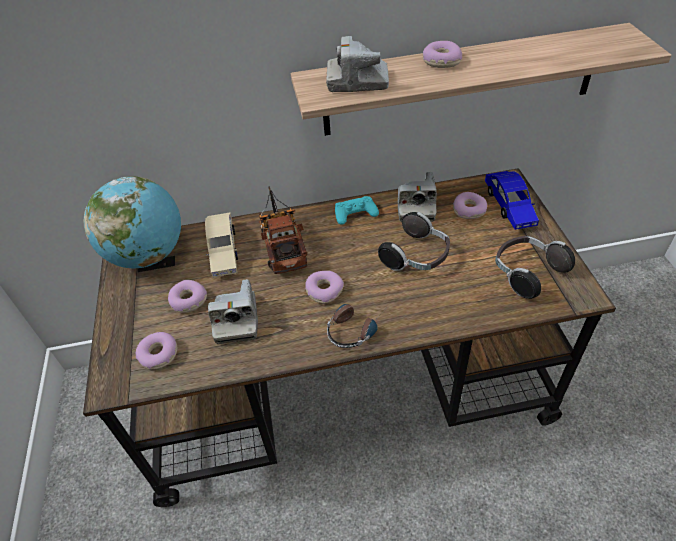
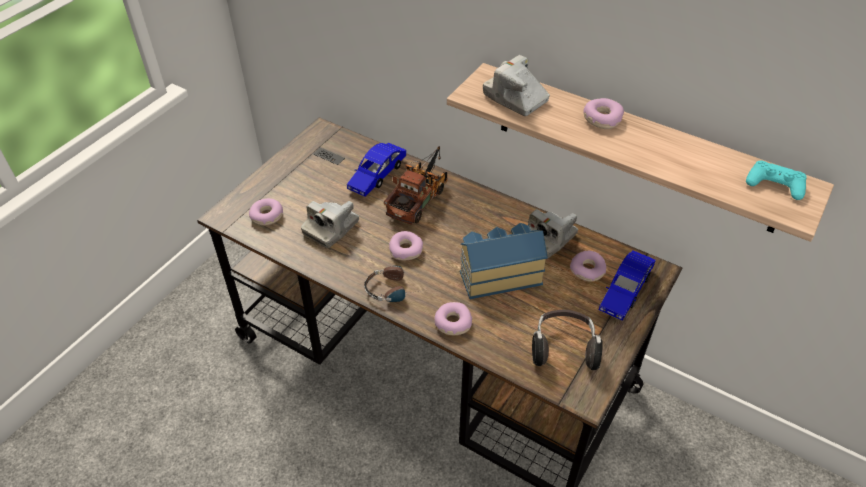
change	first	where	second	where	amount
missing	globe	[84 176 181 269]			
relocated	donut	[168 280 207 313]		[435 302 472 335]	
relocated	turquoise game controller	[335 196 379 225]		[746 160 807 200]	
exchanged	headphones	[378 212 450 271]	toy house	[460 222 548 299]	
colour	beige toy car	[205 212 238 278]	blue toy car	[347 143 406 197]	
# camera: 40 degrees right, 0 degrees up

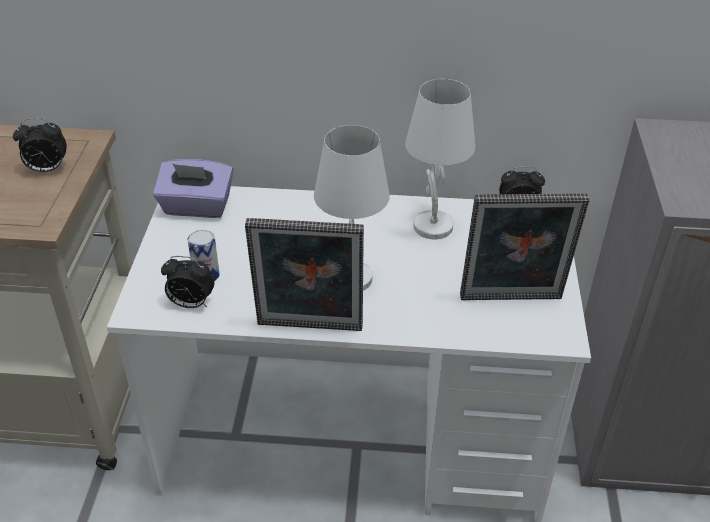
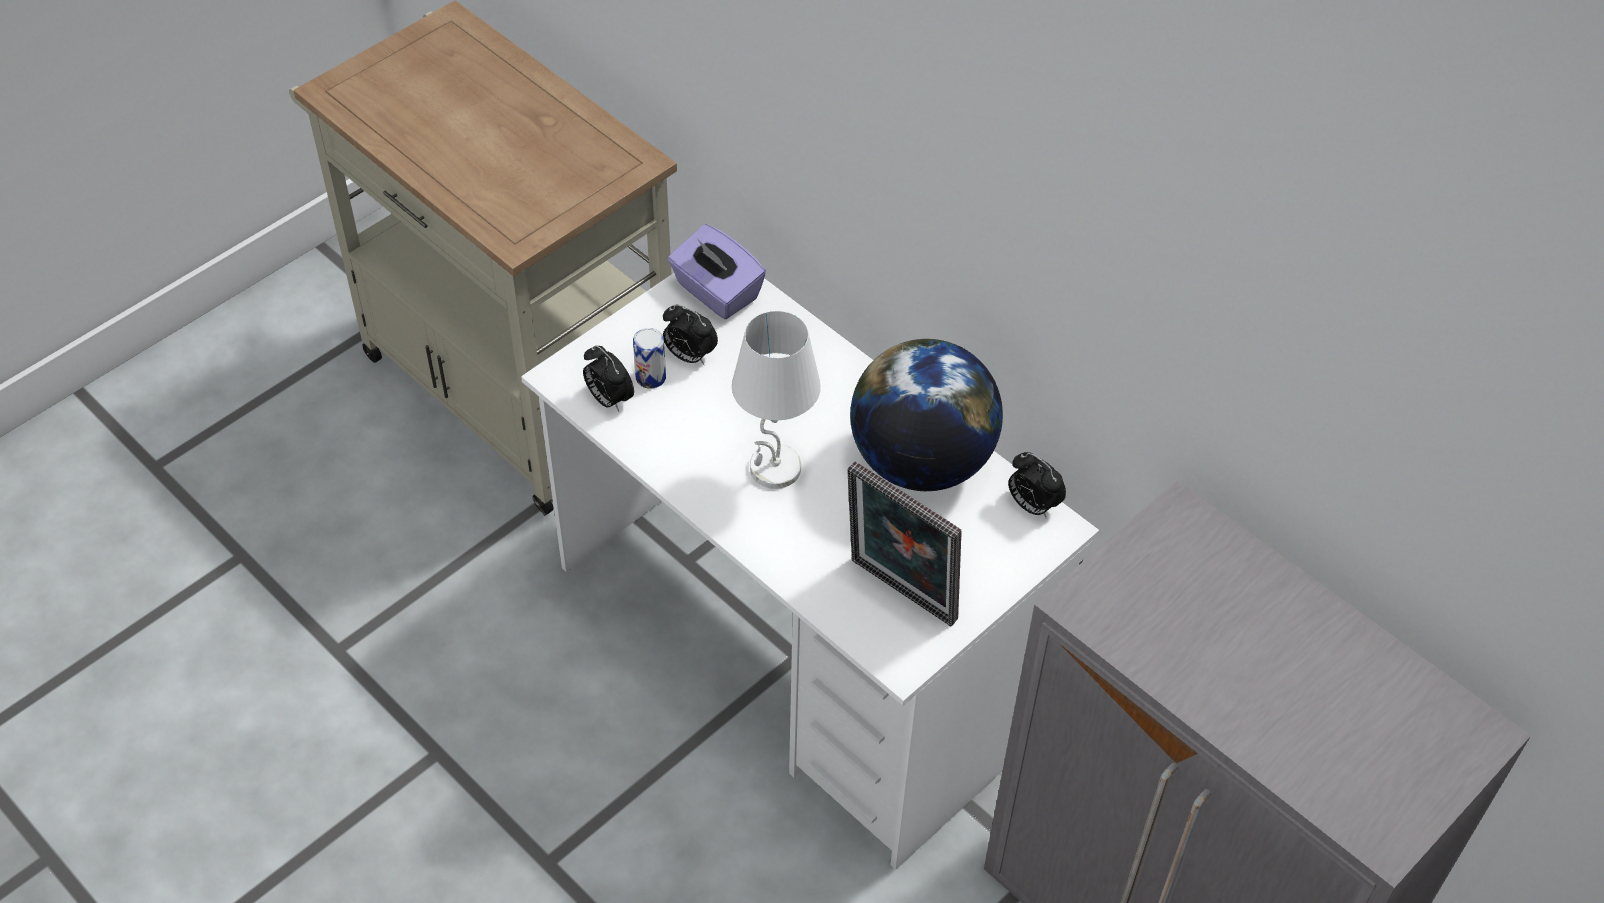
change	first	where	second	where	amount
missing	picture frame	[245 218 364 331]			
relocated	alarm clock	[13 118 67 173]		[663 304 718 365]	
exchanged	white table lamp	[405 79 476 239]	globe	[850 339 1003 491]	
# camera: 40 degrees right, 10 degrees up

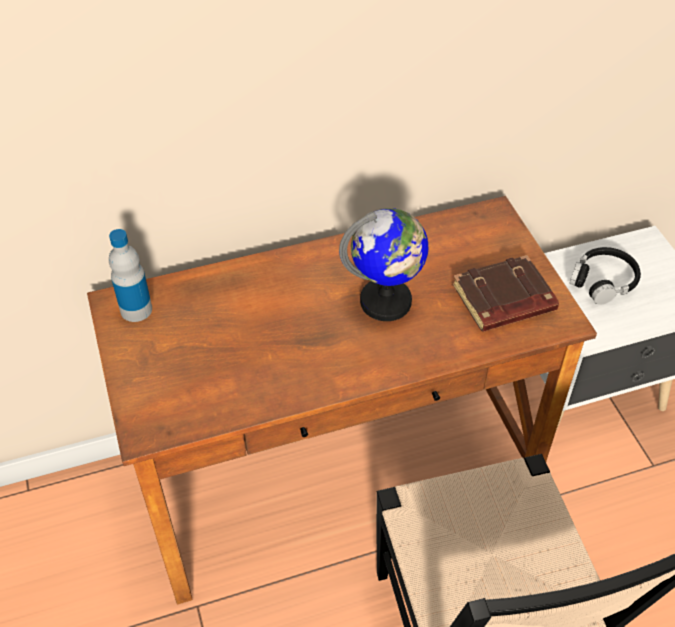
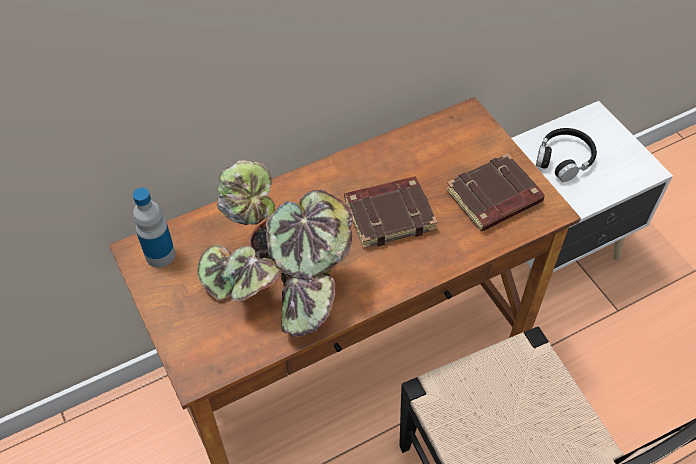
change	first	where	second	where	amount
appeared			potted plant	[197 160 353 337]	
exchanged	globe	[339 208 428 321]	brown book	[345 176 438 249]	
# camera: 10 degrees left, 5 degrees up

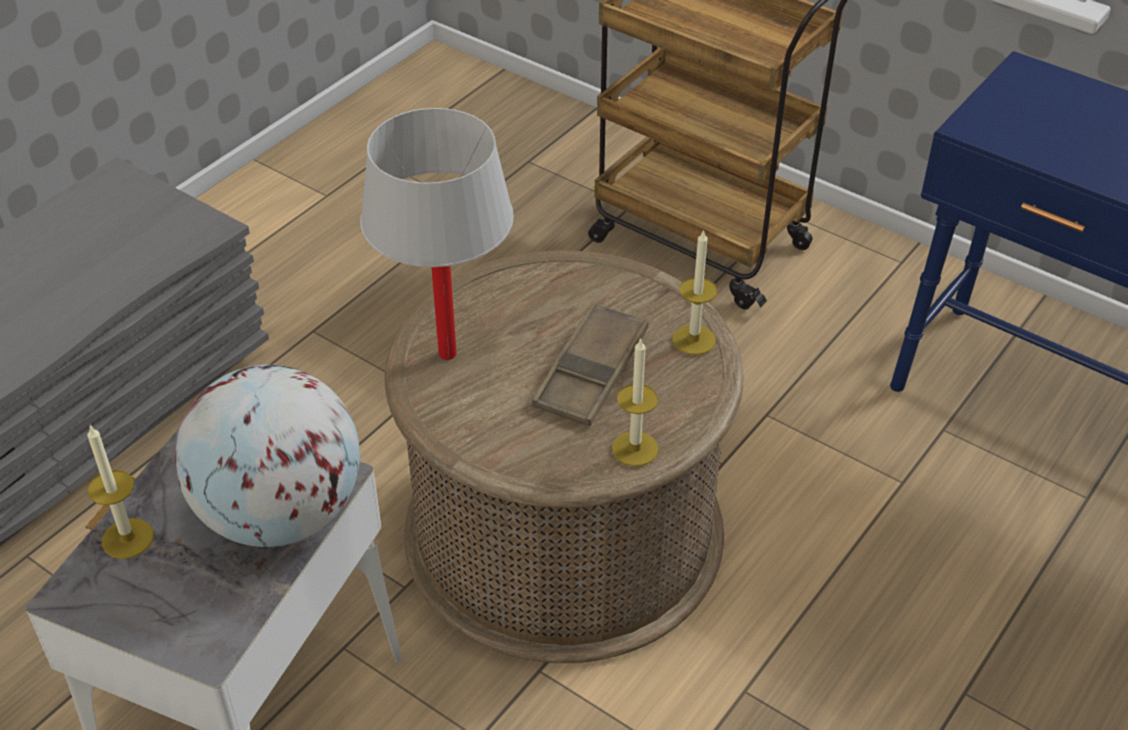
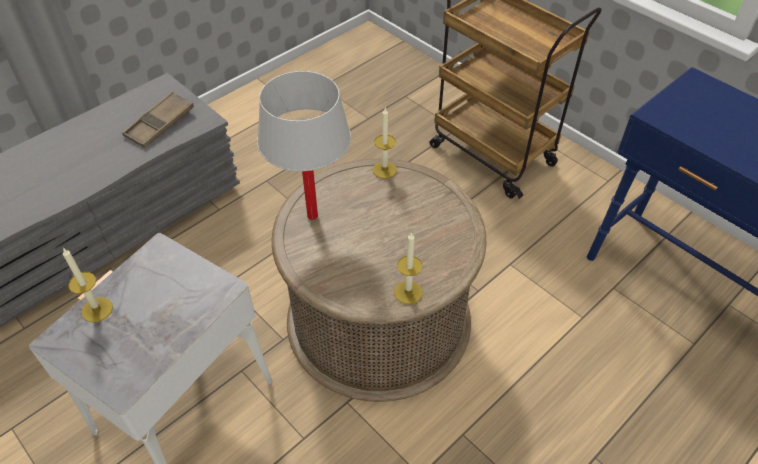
change	first	where	second	where	amount
missing	globe	[175 365 360 547]			
relocated	brown tray	[532 302 649 427]		[122 92 194 148]	
relocated	candle	[672 229 717 355]		[373 107 397 179]	
# camera: 10 degrees right, 5 degrees up

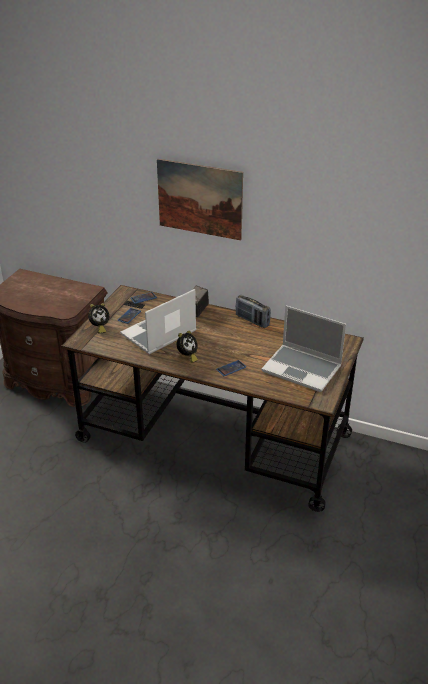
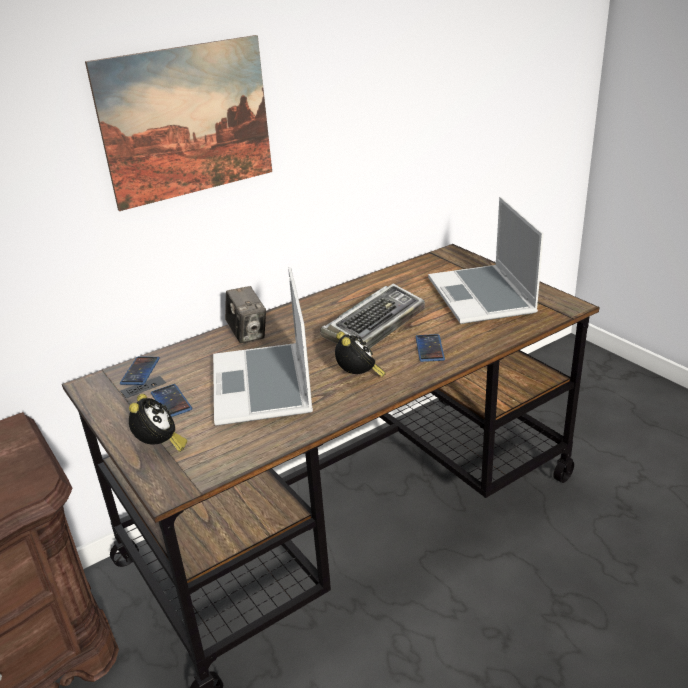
change	first	where	second	where	amount
missing	radio	[236 295 271 328]			
appeared			keyboard	[321 284 425 348]	
spun	laptop	[261 305 346 392]		[428 197 544 324]	105 degrees clockwise
# camera: 55 degrees left, 5 degrees down

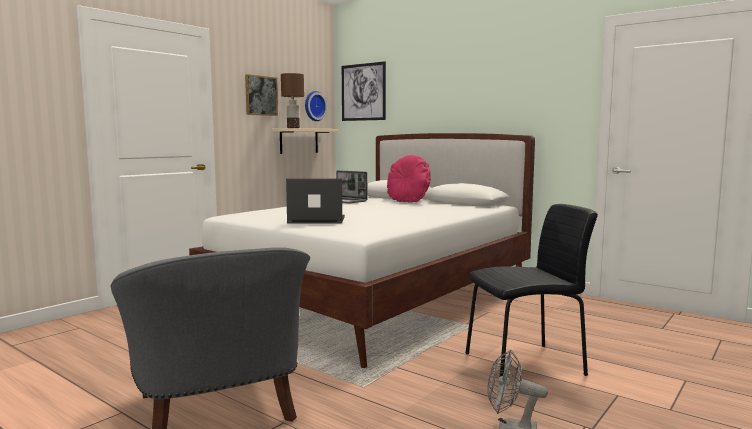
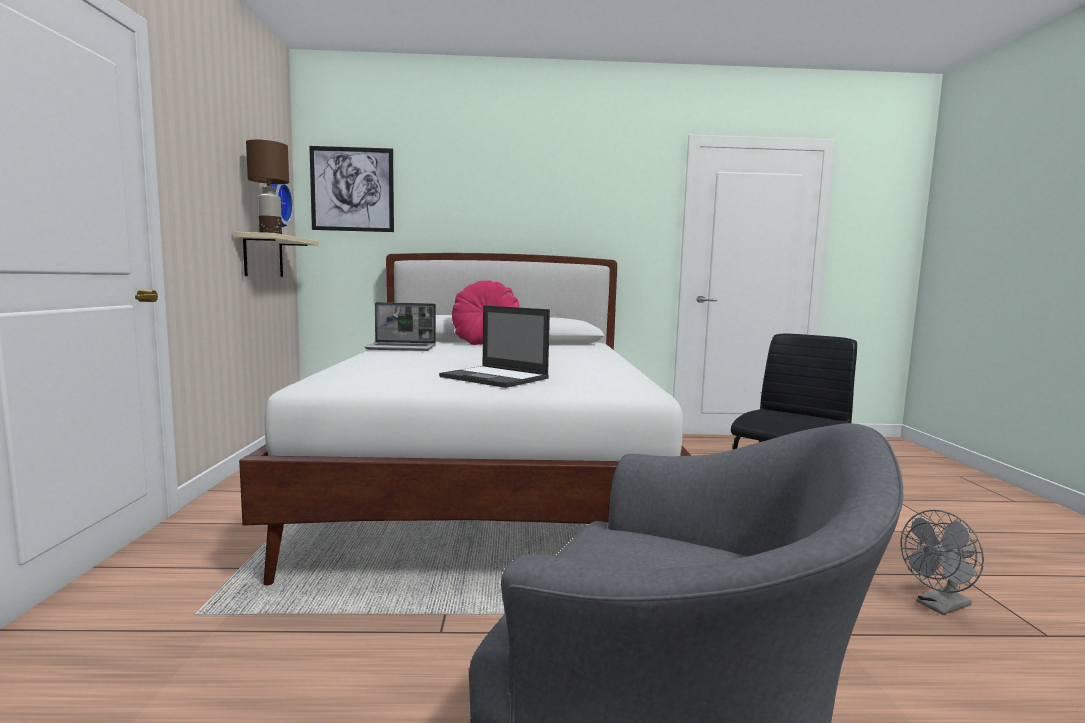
change	first	where	second	where	amount
missing	picture	[245 74 278 116]			
spun	laptop	[286 178 345 223]		[439 305 550 388]	105 degrees counterclockwise
# camera: 40 degrees left, 0 degrees up

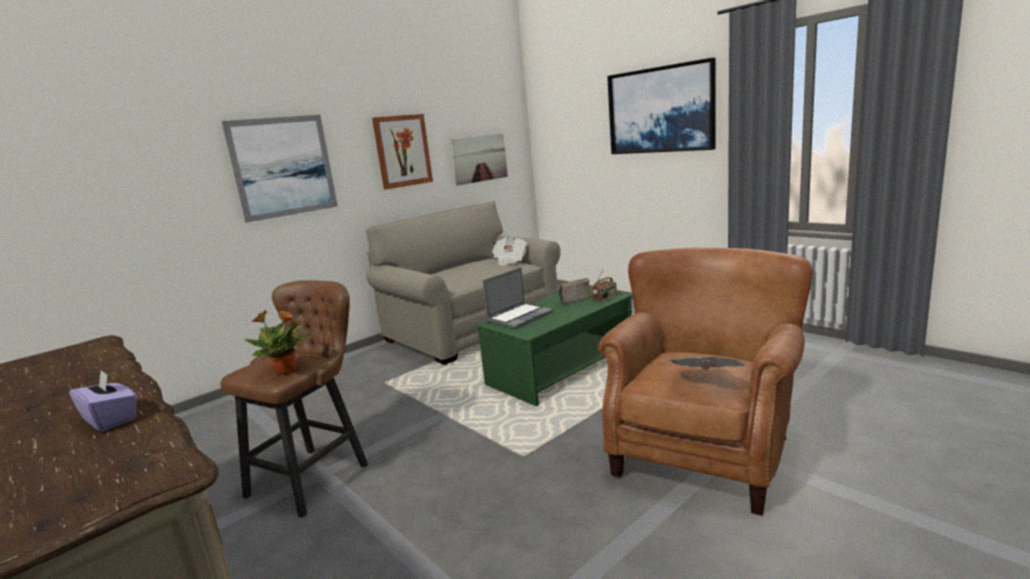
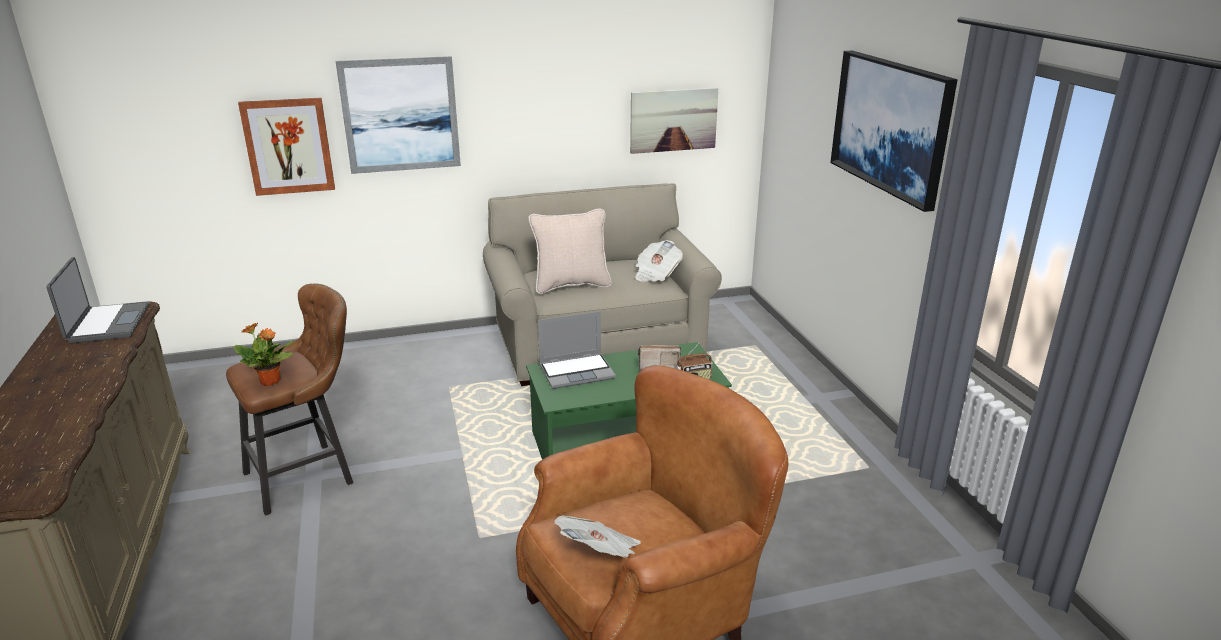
change	first	where	second	where	amount
missing	purple tissue box	[69 371 137 432]			
appeared			laptop	[46 257 149 343]	
appeared			beige pillow	[528 209 612 294]	
relocated	picture	[372 114 433 190]		[238 97 335 196]	
# camera: 25 degrees right, 10 degrees up

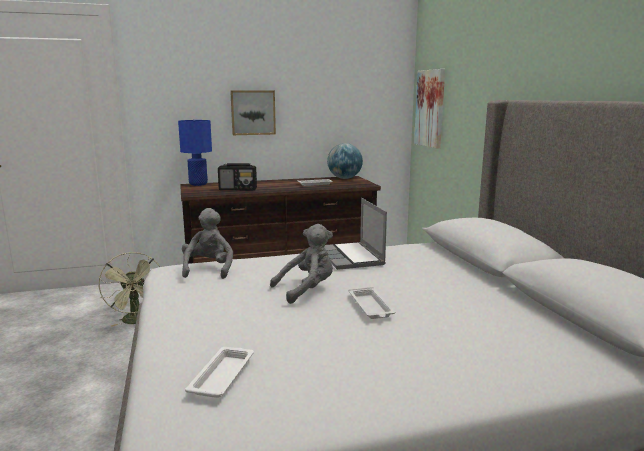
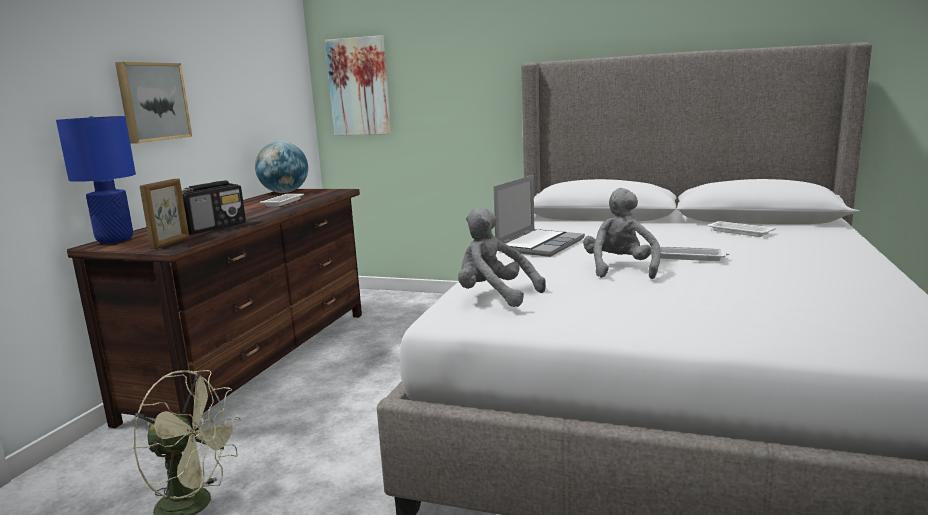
change	first	where	second	where	amount
appeared			picture frame	[140 178 189 249]	
relocated	white tray	[185 347 254 398]		[708 221 776 237]	
spun	laptop	[324 198 387 270]		[493 175 585 257]	75 degrees counterclockwise
# camera: 55 degrees left, 0 degrees up

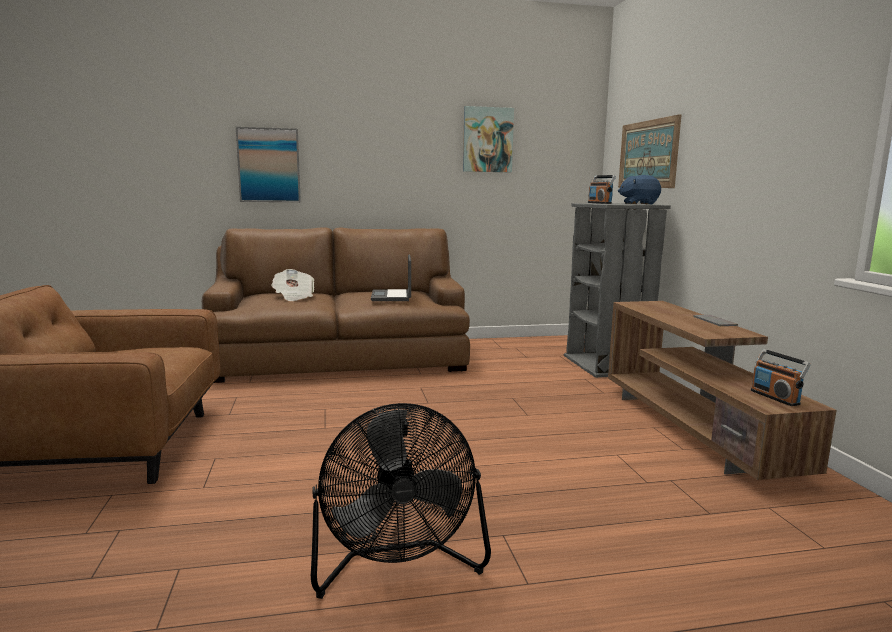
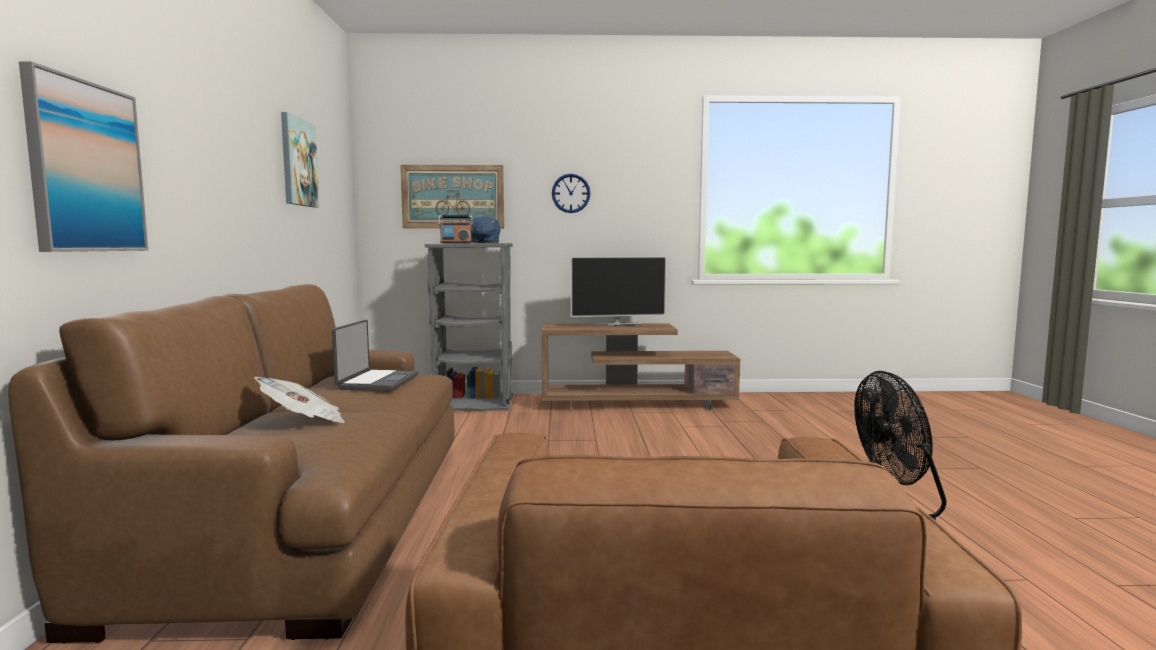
change	first	where	second	where	amount
missing	radio	[751 349 811 406]			
appeared			wall clock	[552 174 591 213]	
appeared			television	[571 256 667 325]	
spun	laptop	[371 254 411 301]		[332 320 418 391]	90 degrees counterclockwise
# camera: 80 degrees left, 5 degrees down

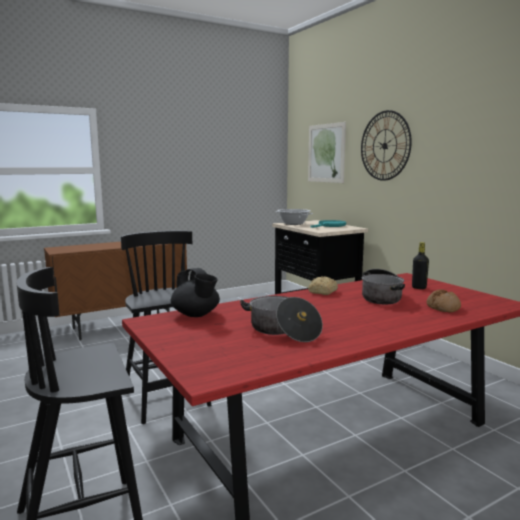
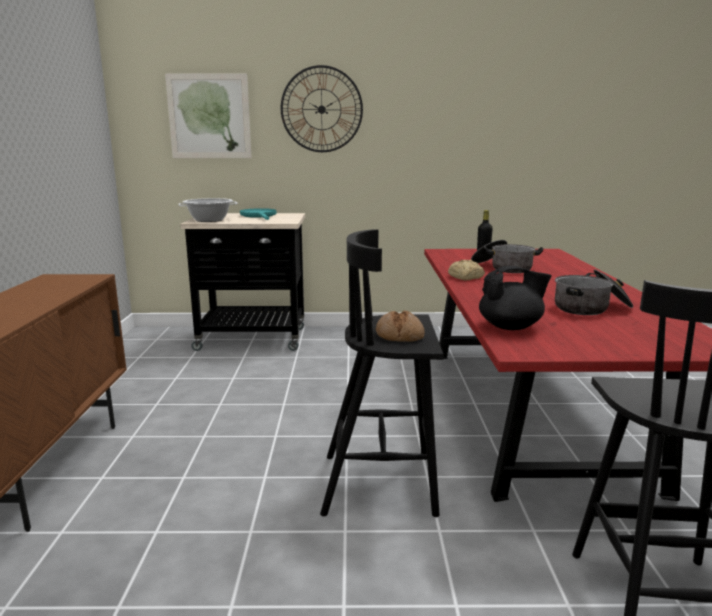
change	first	where	second	where	amount
relocated	bread	[427 290 461 312]		[376 311 425 342]	
# camera: 60 degrees left, 5 degrees up

